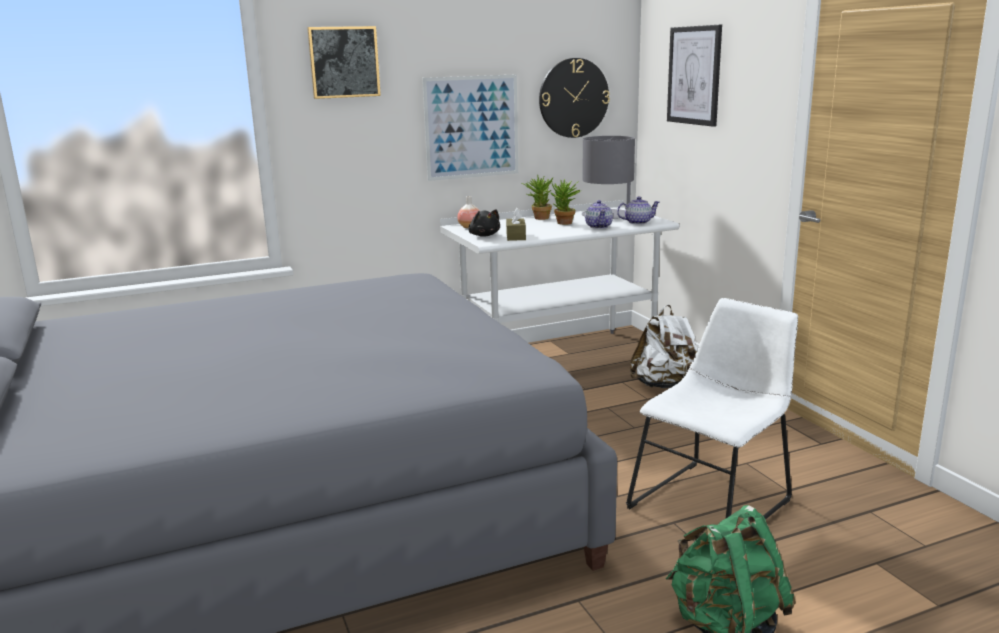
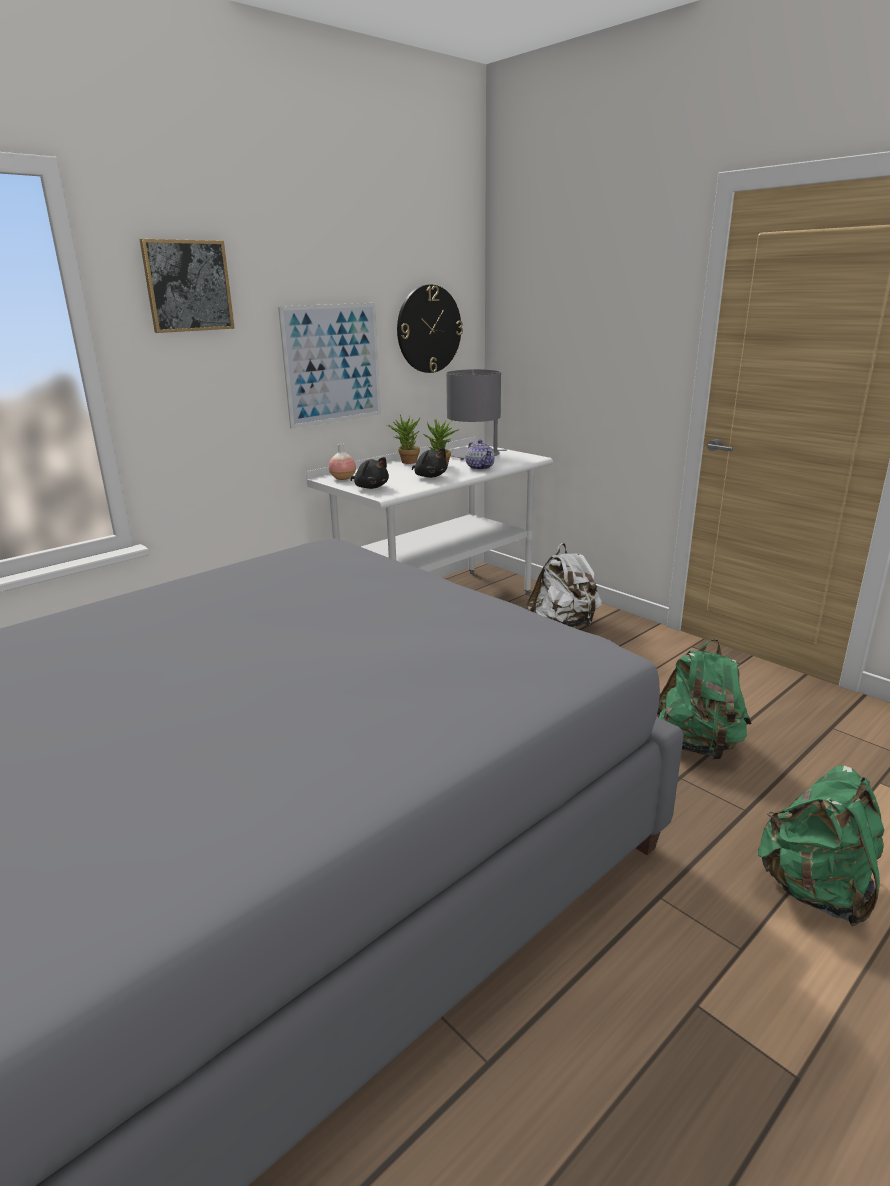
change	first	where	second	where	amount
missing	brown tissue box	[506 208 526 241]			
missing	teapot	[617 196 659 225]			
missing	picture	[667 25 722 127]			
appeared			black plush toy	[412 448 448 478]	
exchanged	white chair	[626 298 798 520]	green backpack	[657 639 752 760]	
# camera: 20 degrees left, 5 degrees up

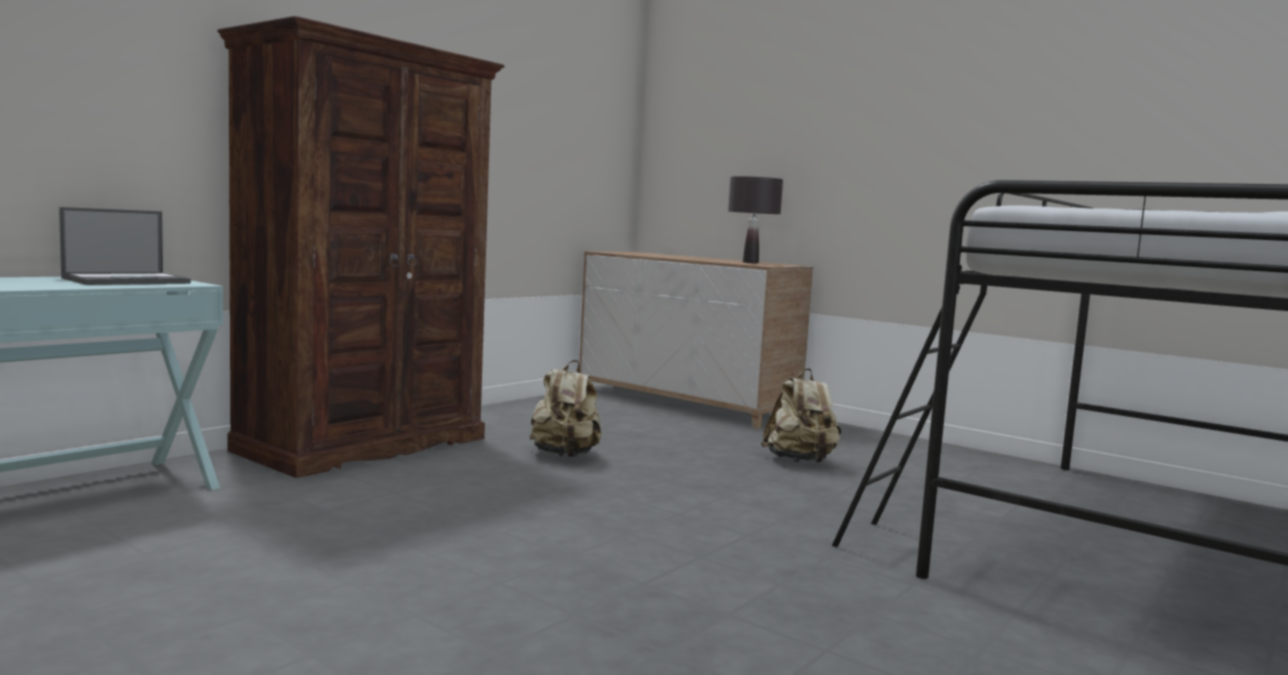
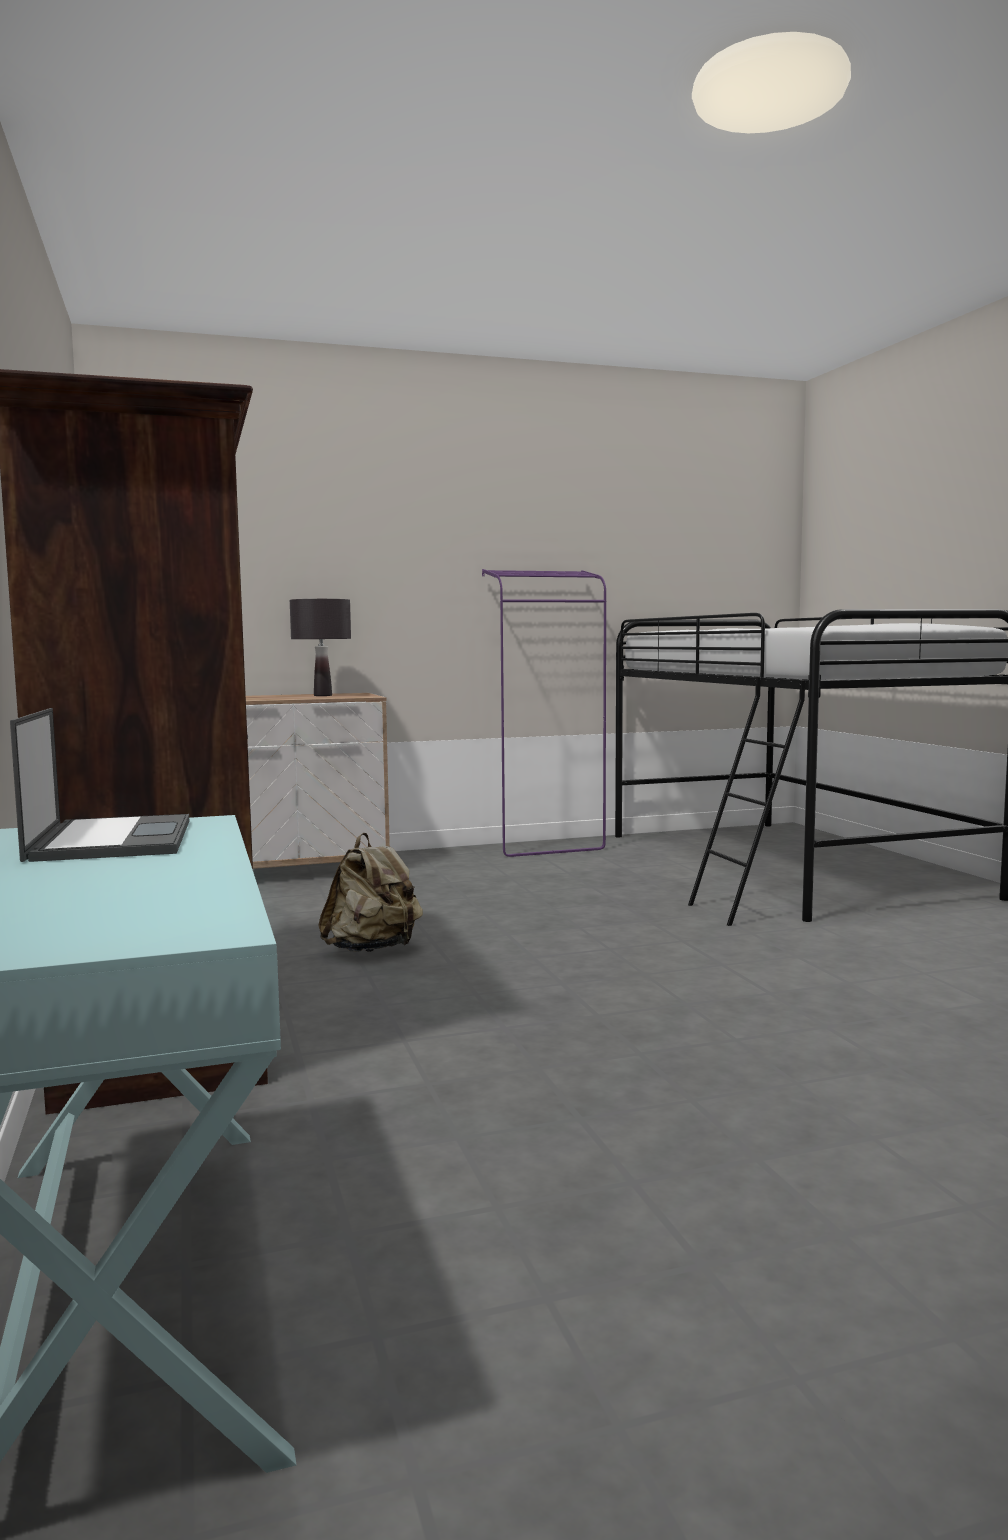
change	first	where	second	where	amount
missing	beige backpack	[761 368 841 463]			
appeared			purple clothes rack	[482 569 606 857]	
# camera: 55 degrees left, 0 degrees up

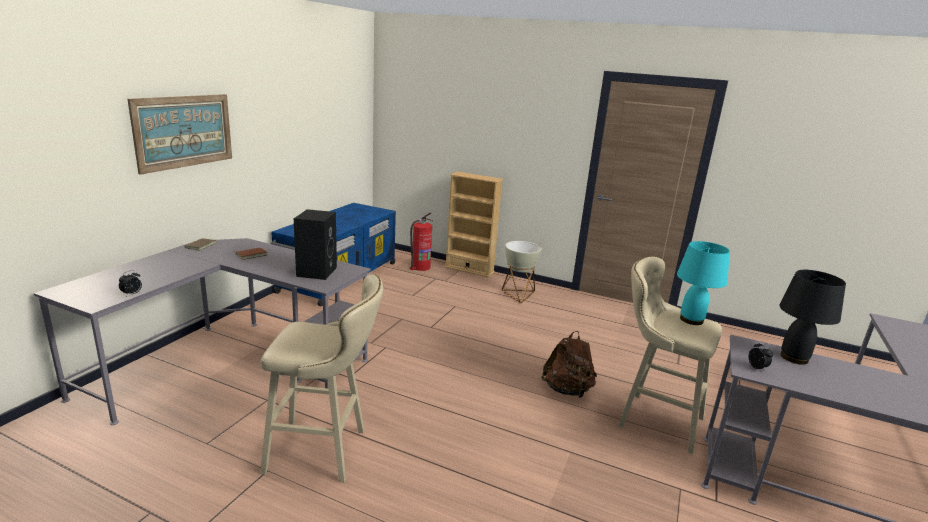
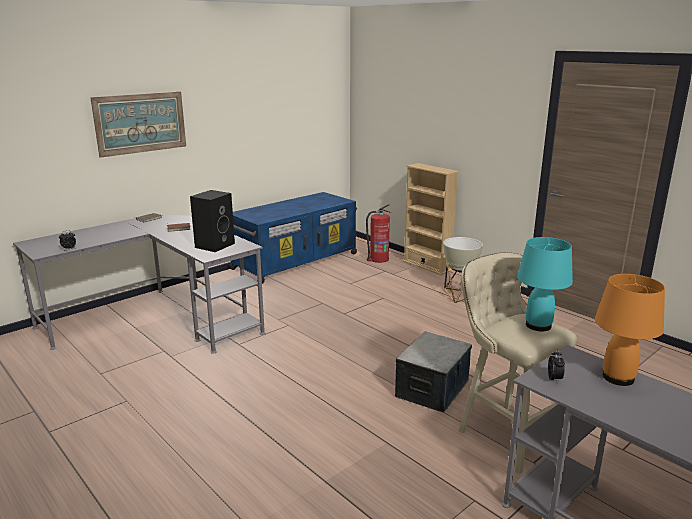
change	first	where	second	where	amount
missing	beige stool	[260 274 383 483]			
exchanged	brown backpack	[541 331 597 398]	storage box	[395 332 472 413]	
colour	black table lamp	[779 270 846 365]	orange table lamp	[595 274 665 386]	
# camera: 25 degrees right, 0 degrees up

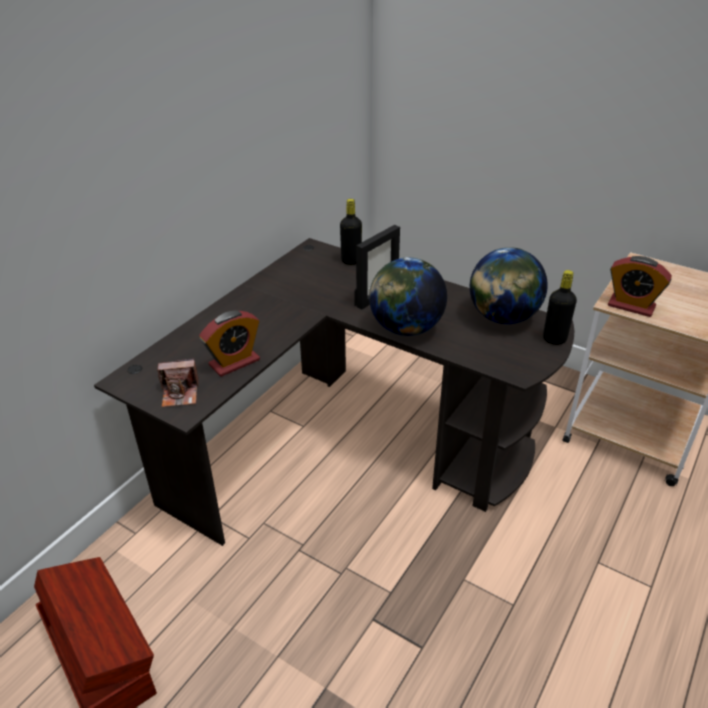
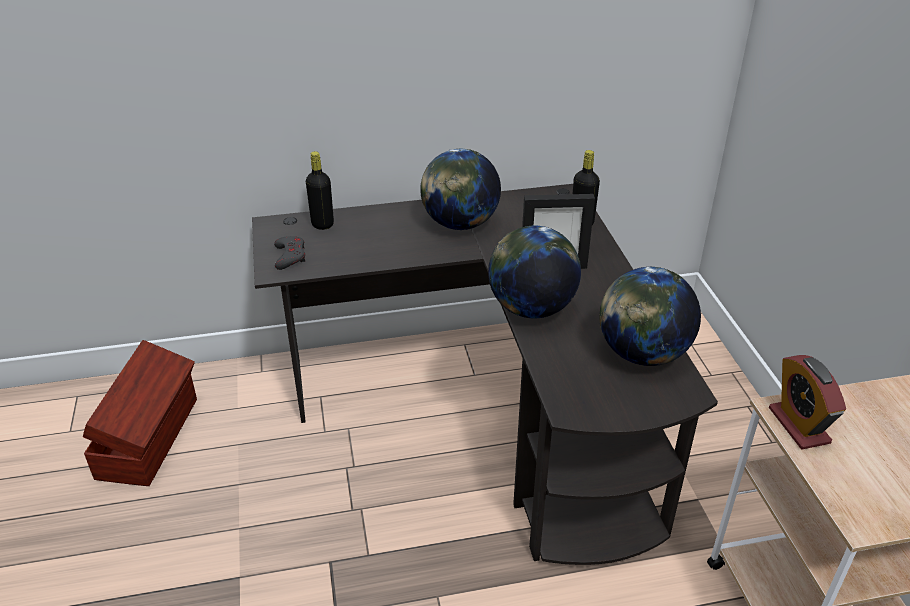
change	first	where	second	where	amount
missing	alarm clock	[199 311 260 377]			
appeared			globe	[420 149 501 230]	
relocated	black bottle	[543 270 577 345]		[306 151 334 230]	
exchanged	photo camera	[157 358 199 407]	grey game controller	[274 236 305 270]	
# camera: 45 degrees right, 0 degrees up

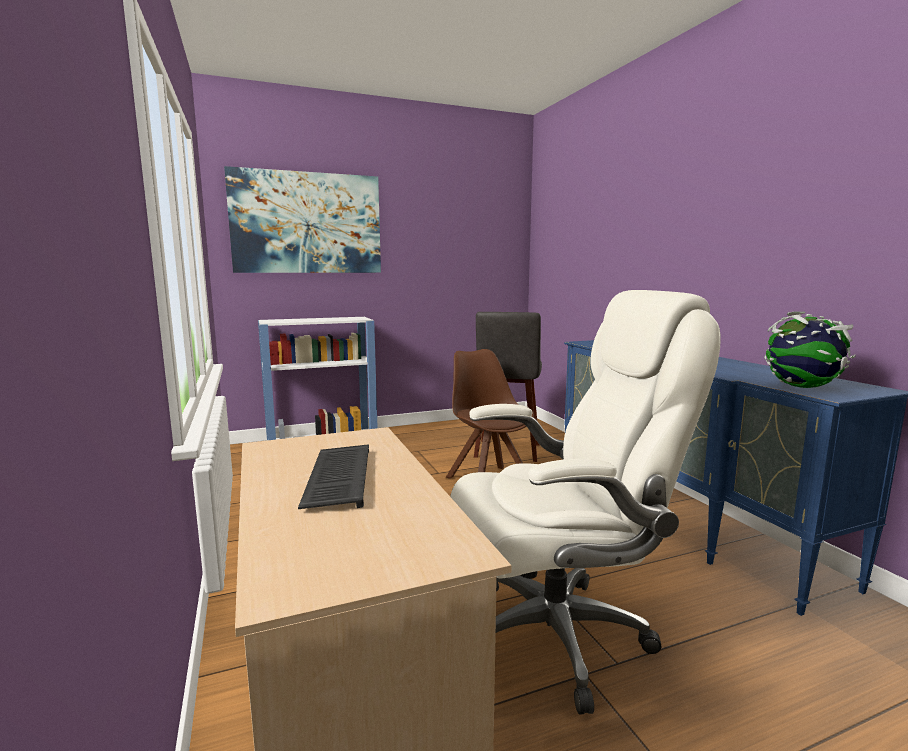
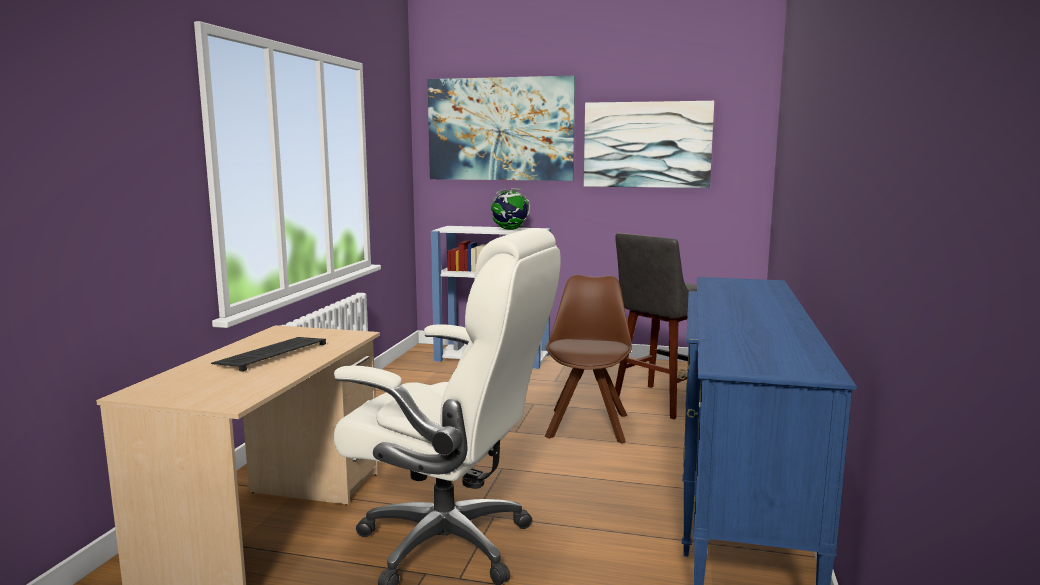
change	first	where	second	where	amount
appeared			picture	[584 101 714 188]	
relocated	globe	[764 312 856 388]		[491 188 530 230]	
# camera: 35 degrees right, 0 degrees up

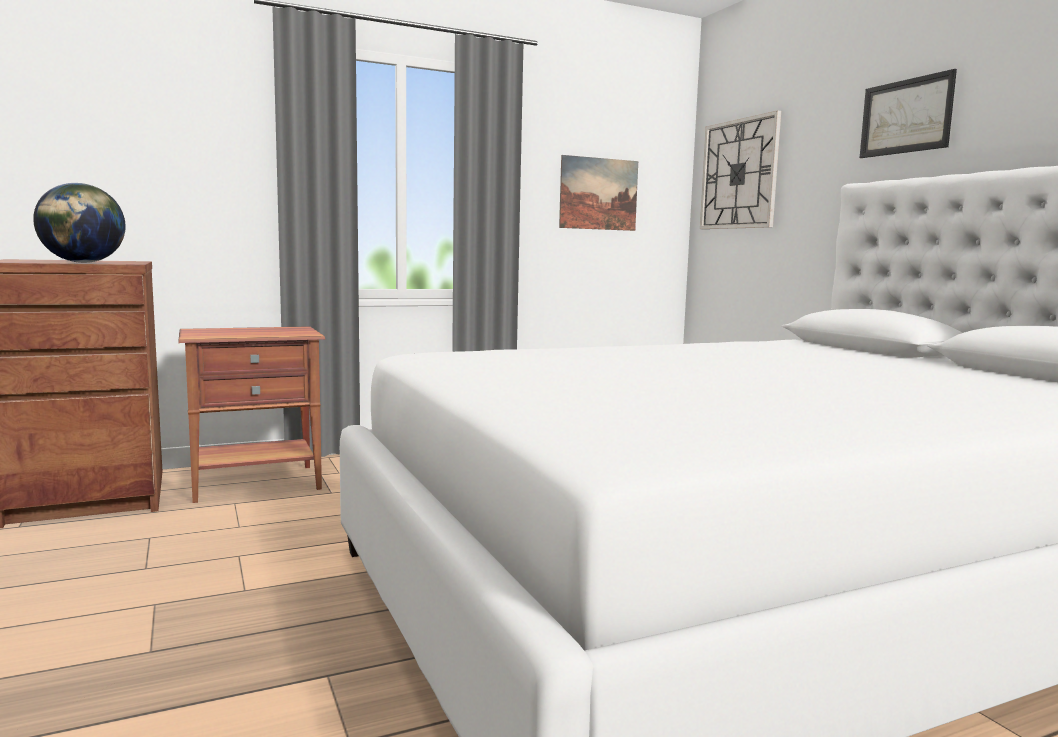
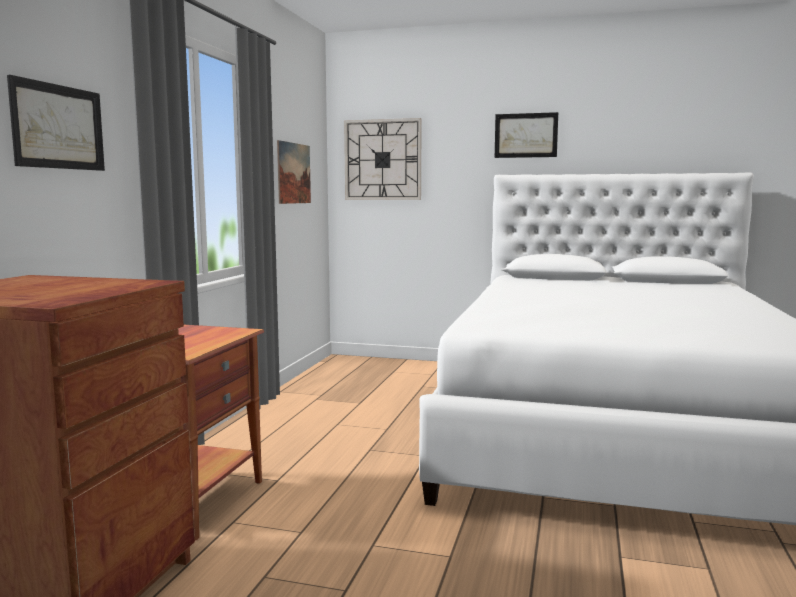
change	first	where	second	where	amount
missing	globe	[33 183 125 263]			
appeared			picture	[7 75 105 171]	
# camera: 50 degrees left, 0 degrees up

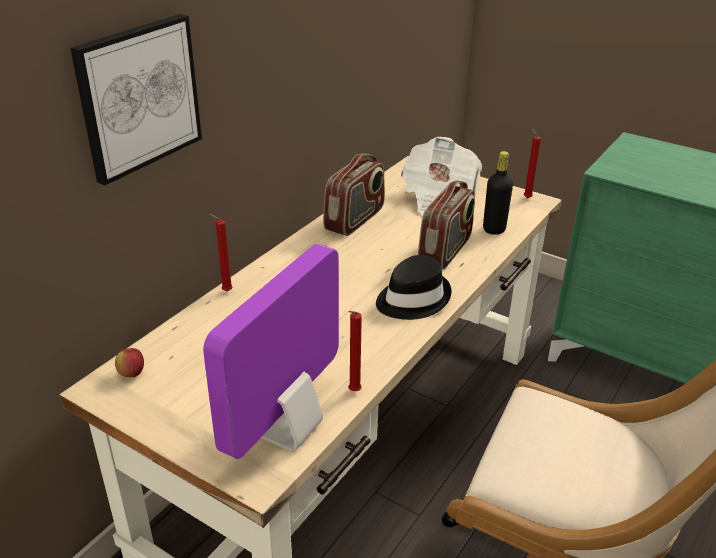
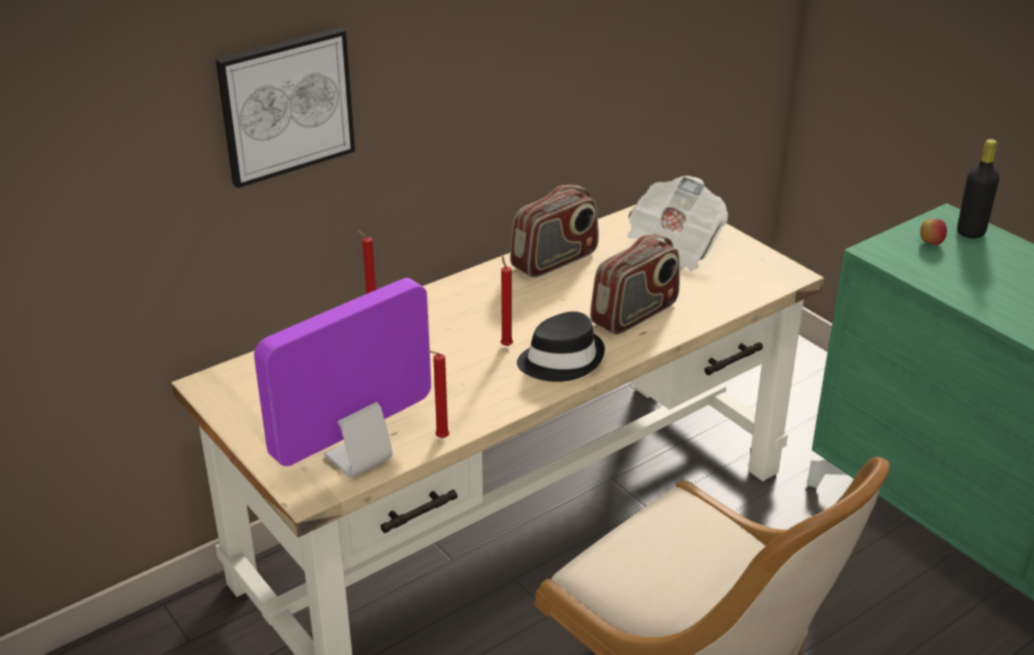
change	first	where	second	where	amount
relocated	apple	[115 348 144 377]		[920 219 947 245]	
relocated	black bottle	[483 151 513 235]		[957 139 1000 238]	
relocated	red candle	[524 128 541 199]		[501 255 513 346]	
# camera: 20 degrees right, 0 degrees up

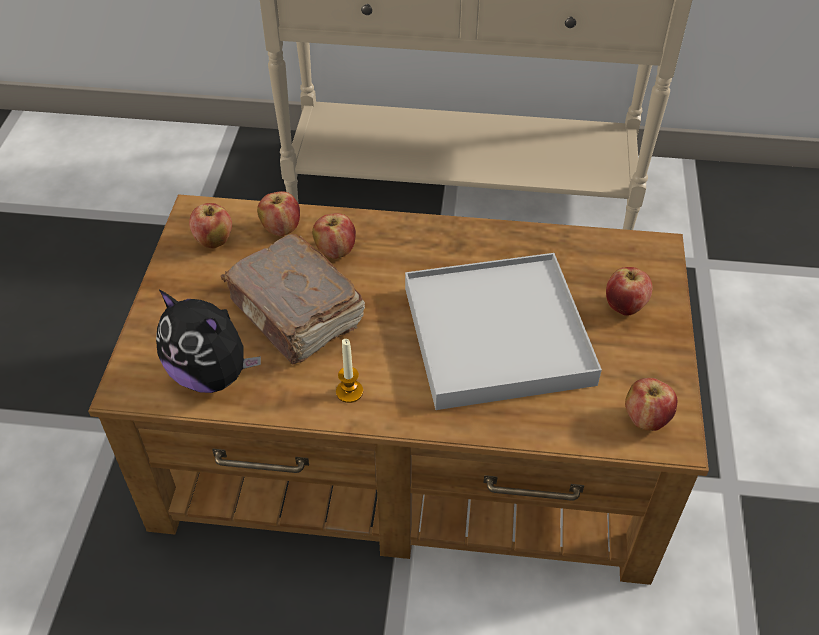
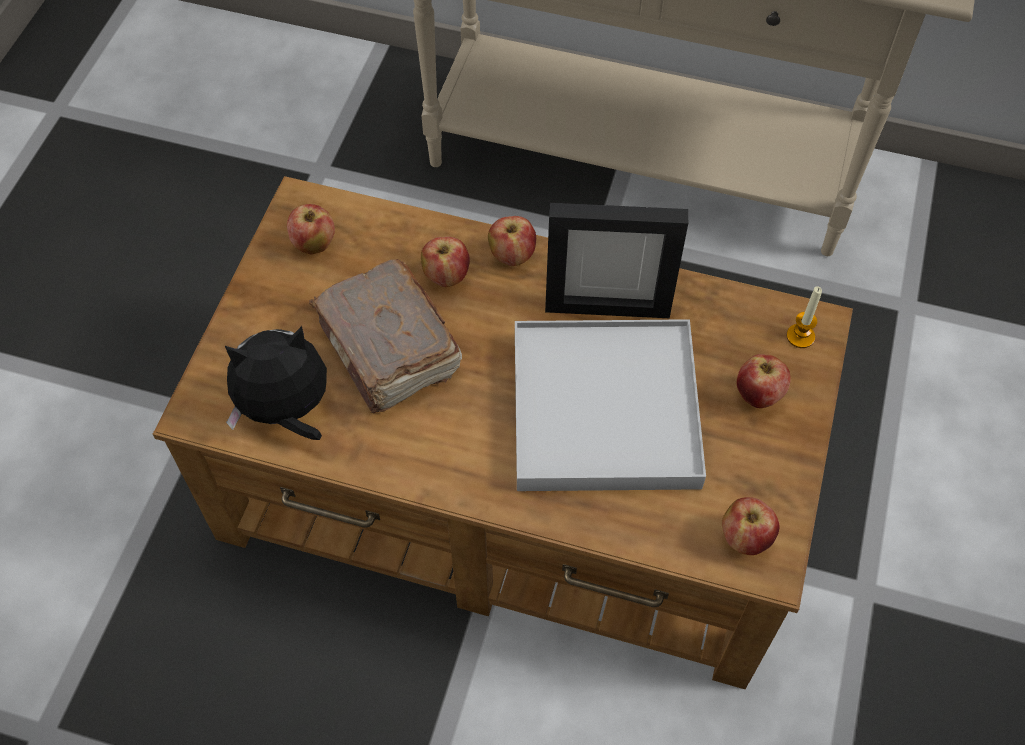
change	first	where	second	where	amount
appeared			picture frame	[545 203 688 318]	
relocated	apple	[257 191 300 236]		[488 216 536 266]	
relocated	candle	[336 339 363 403]		[787 286 822 348]	
spun	plush toy	[156 290 261 393]		[225 326 327 440]	120 degrees clockwise
# camera: 10 degrees right, 10 degrees up

